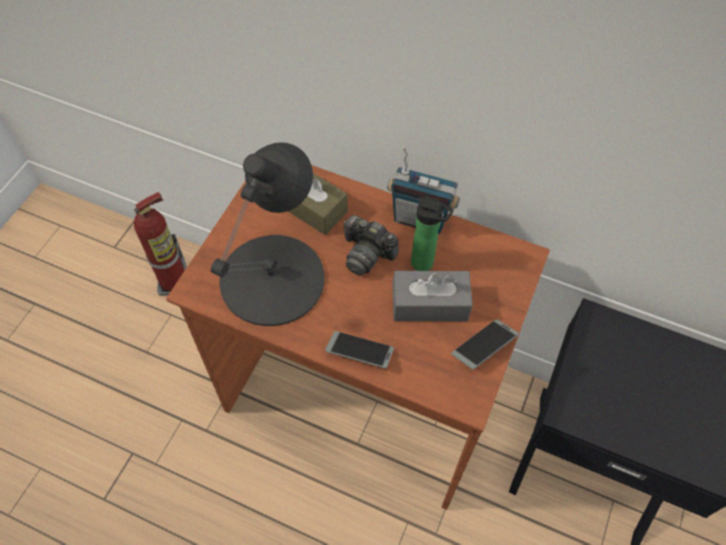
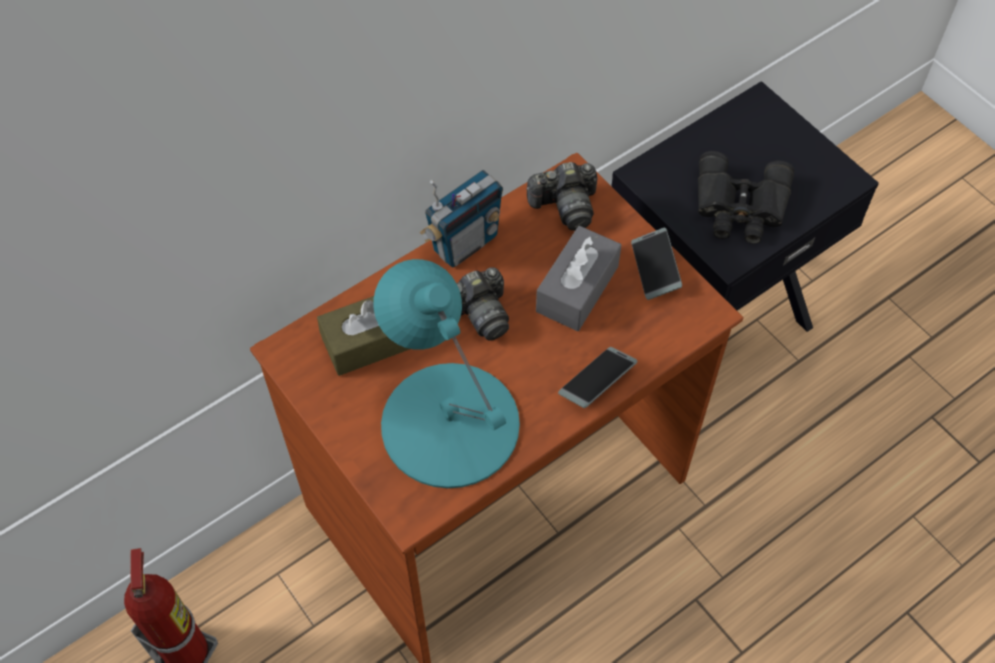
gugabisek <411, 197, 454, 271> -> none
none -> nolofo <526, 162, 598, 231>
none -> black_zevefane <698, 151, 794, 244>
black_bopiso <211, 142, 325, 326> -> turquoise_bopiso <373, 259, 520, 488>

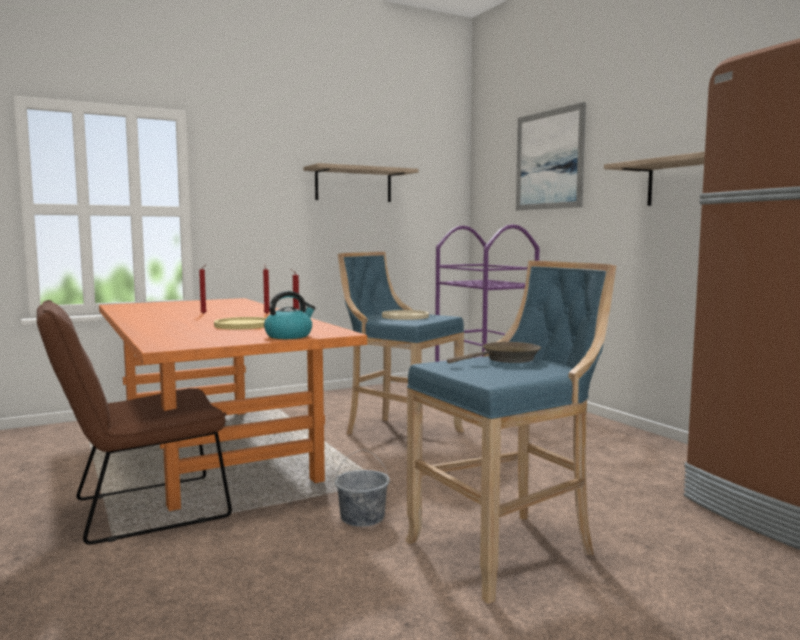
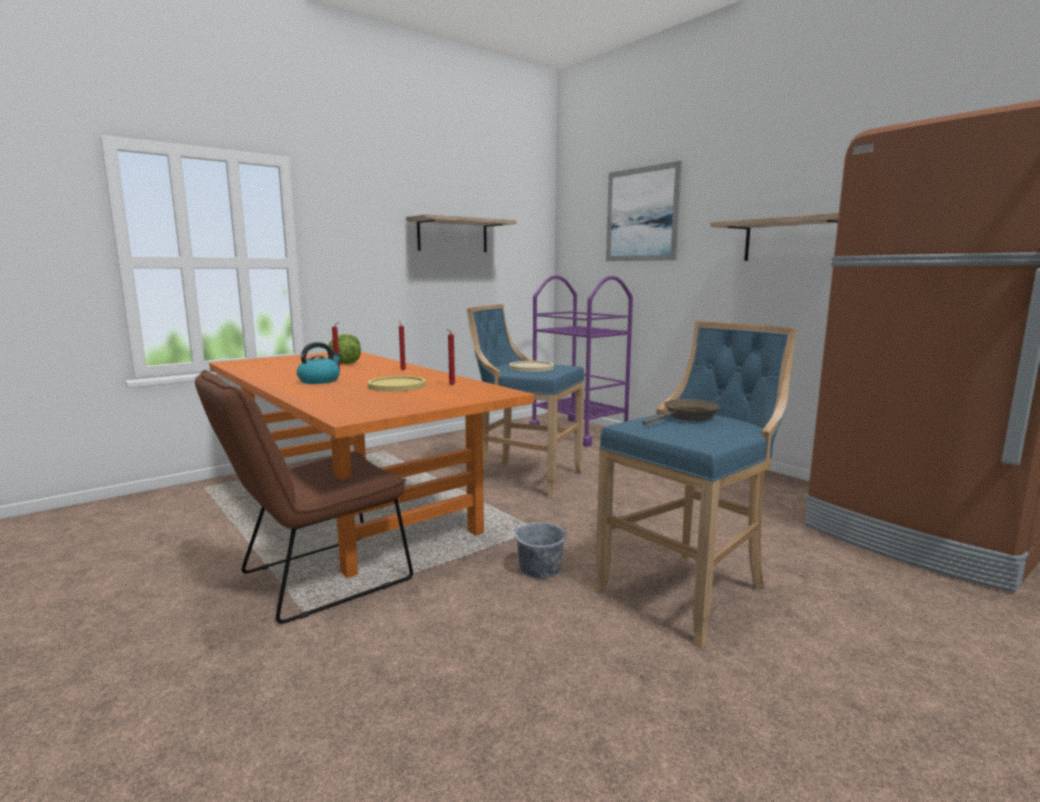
none -> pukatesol <328, 334, 361, 364>
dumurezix <264, 291, 316, 339> -> dumurezix <297, 342, 342, 384>, relocated

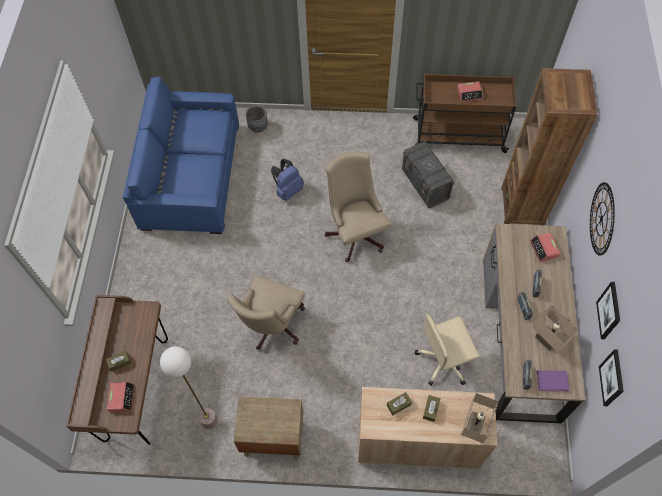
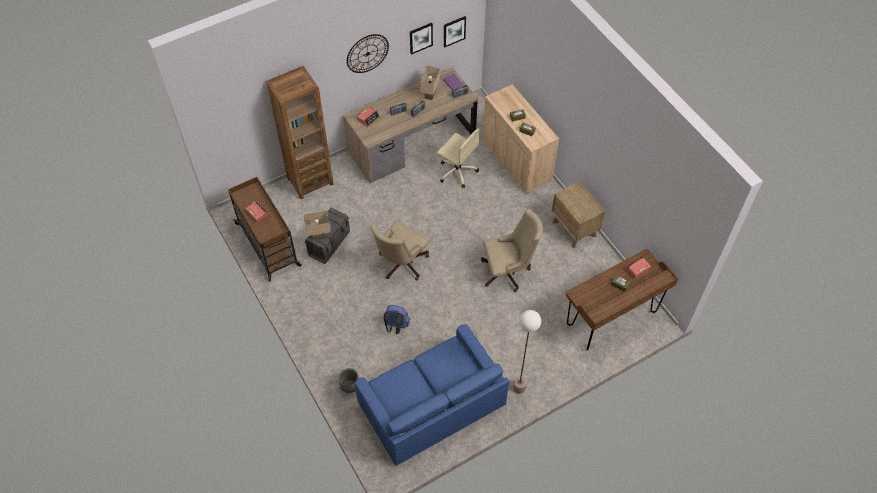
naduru <160, 346, 218, 429> -> naduru <513, 310, 541, 394>, relocated
beige_bopiso <461, 393, 498, 443> -> beige_bopiso <304, 211, 331, 241>, relocated

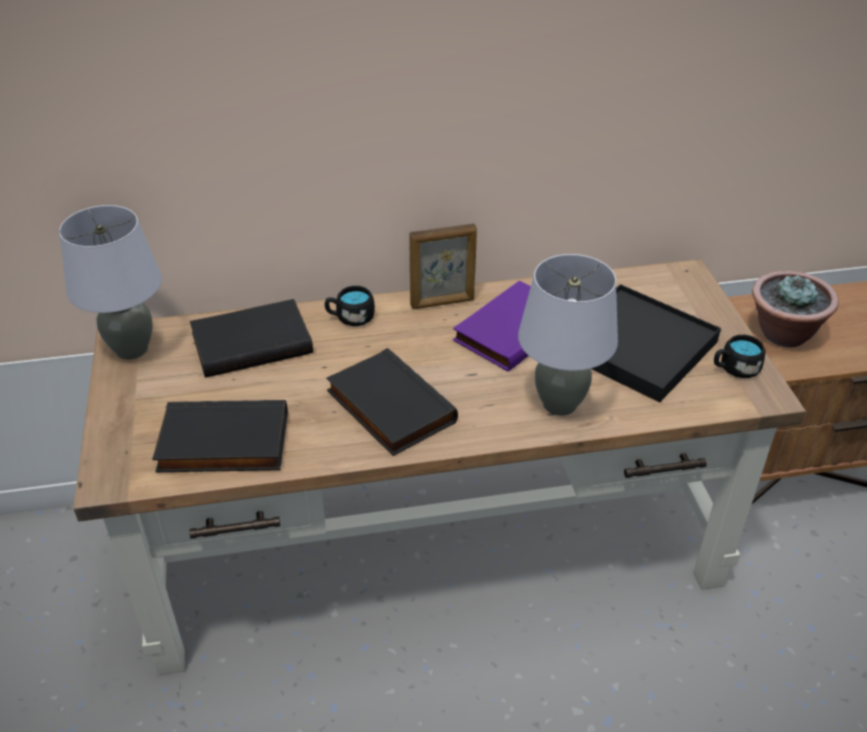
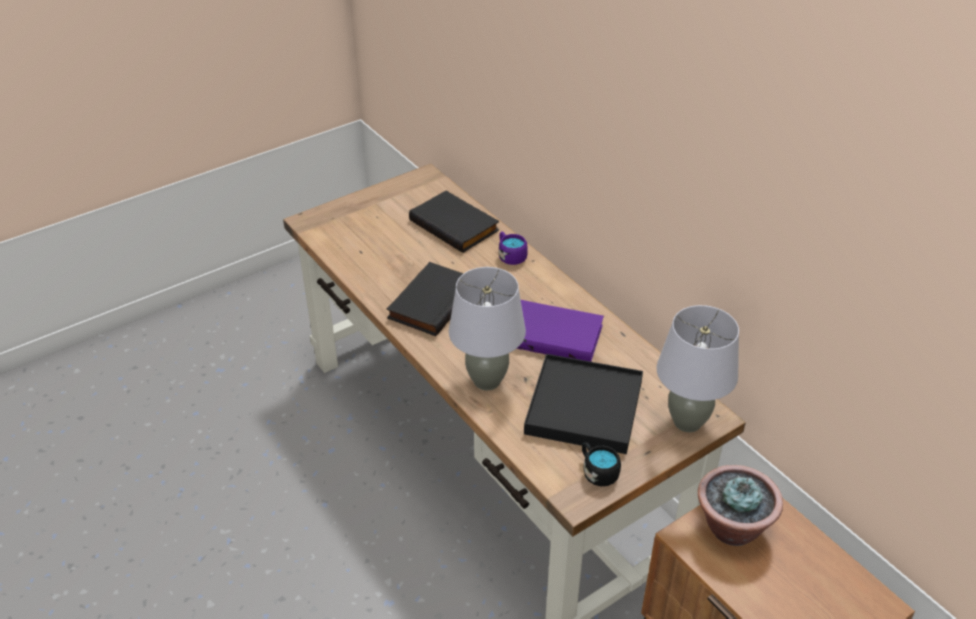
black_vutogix <152, 400, 288, 472> -> none
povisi <409, 223, 477, 309> -> none
grey_bopiso <59, 205, 162, 359> -> grey_bopiso <657, 305, 739, 432>, relocated
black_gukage <325, 286, 375, 326> -> purple_gukage <499, 232, 528, 265>

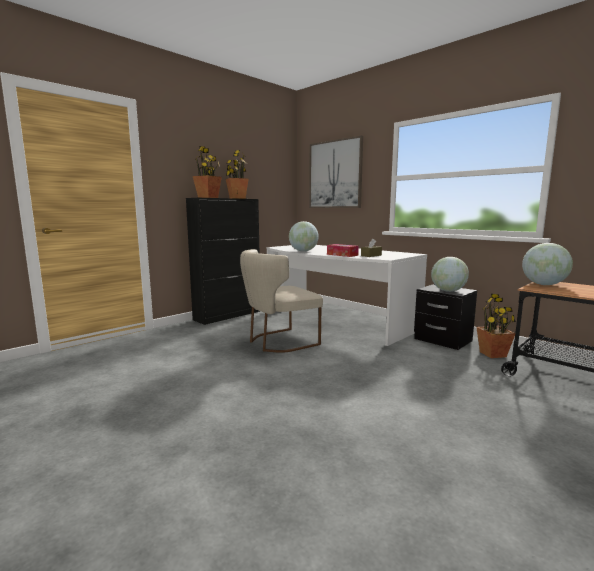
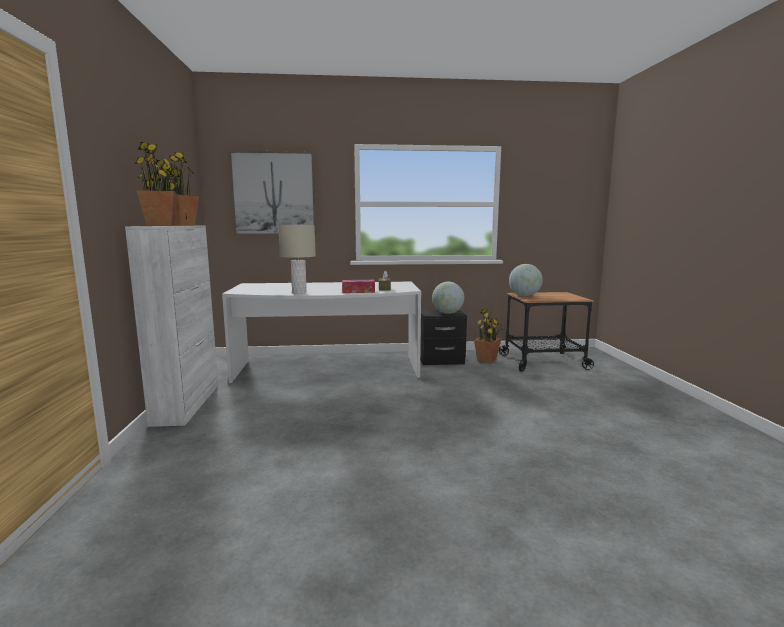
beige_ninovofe <240, 249, 323, 353> -> none
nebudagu <289, 221, 319, 252> -> beige_bopiso <278, 225, 316, 294>
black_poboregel <186, 198, 260, 325> -> white_poboregel <125, 226, 218, 427>

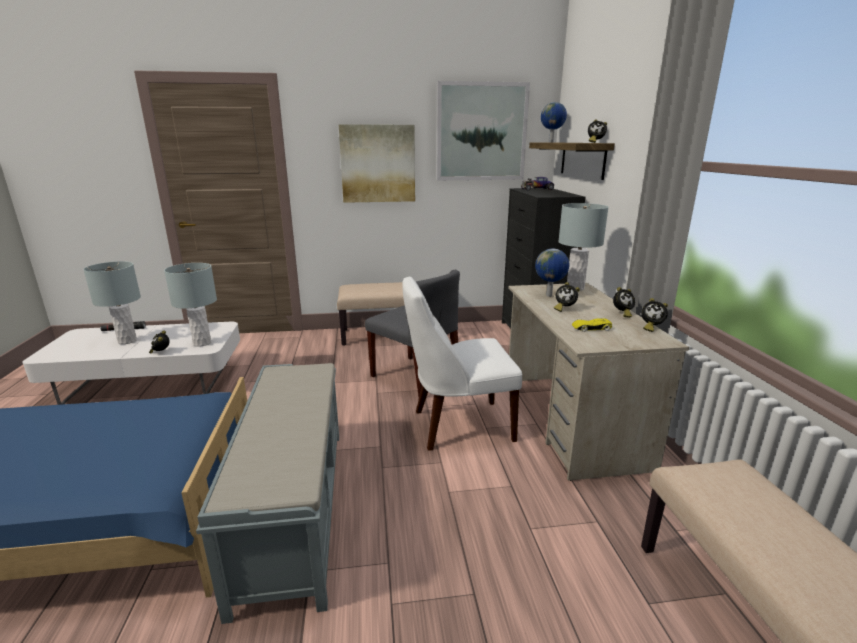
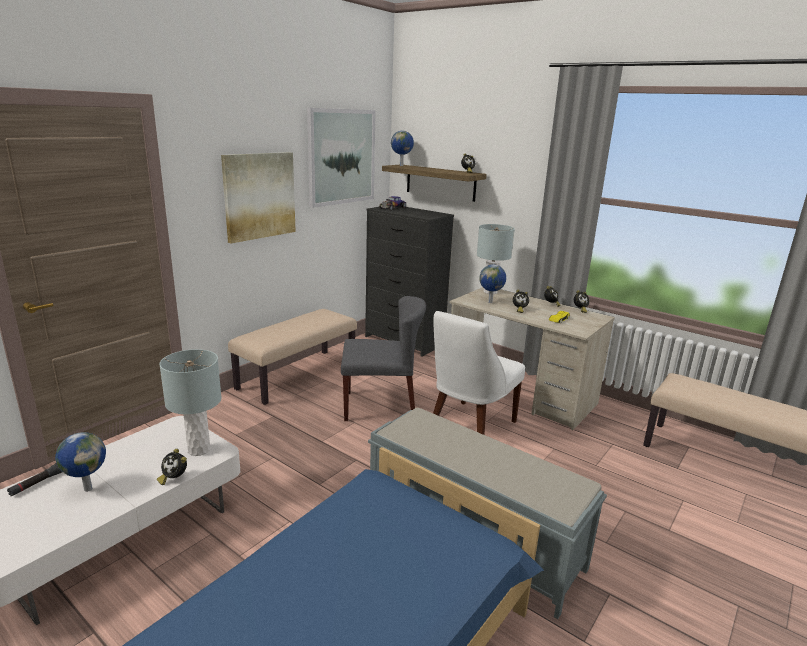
grey_bopiso <83, 261, 141, 344> -> nebudagu <55, 432, 106, 492>

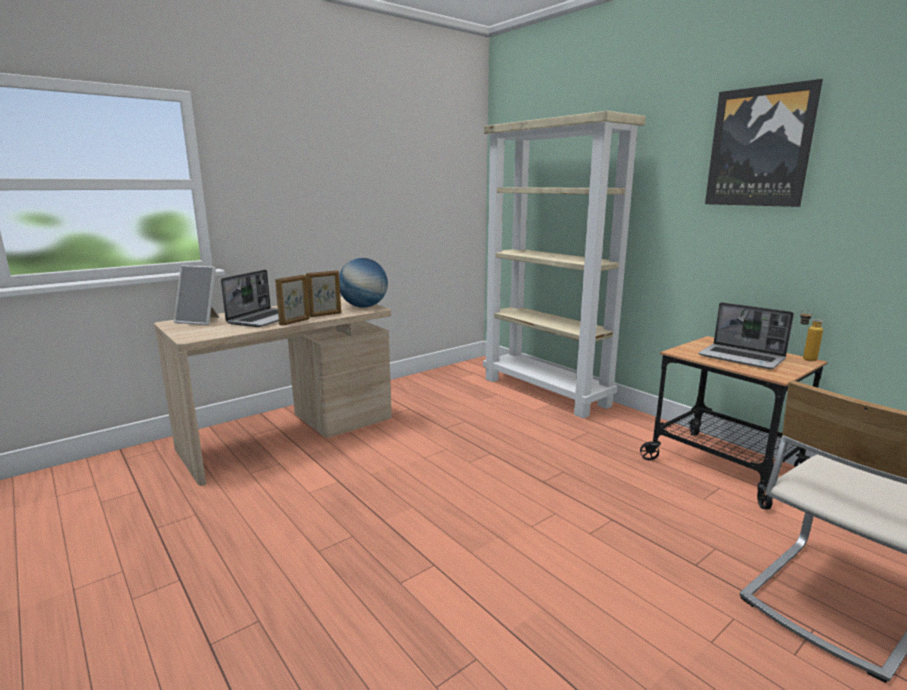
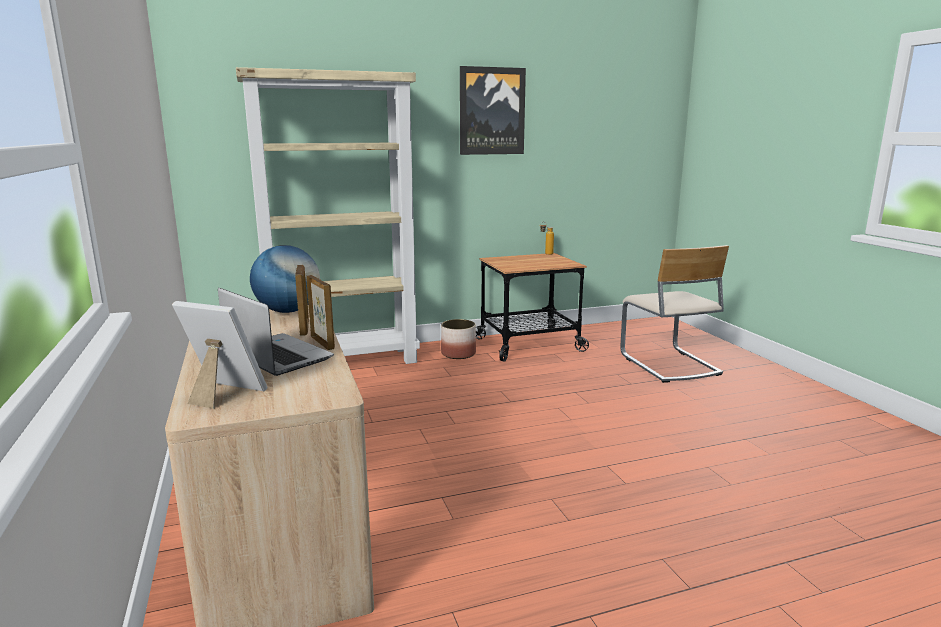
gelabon <698, 302, 794, 369> -> none
none -> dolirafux <441, 319, 476, 359>
povisi <174, 265, 219, 325> -> povisi <172, 301, 267, 409>, 105 degrees counterclockwise

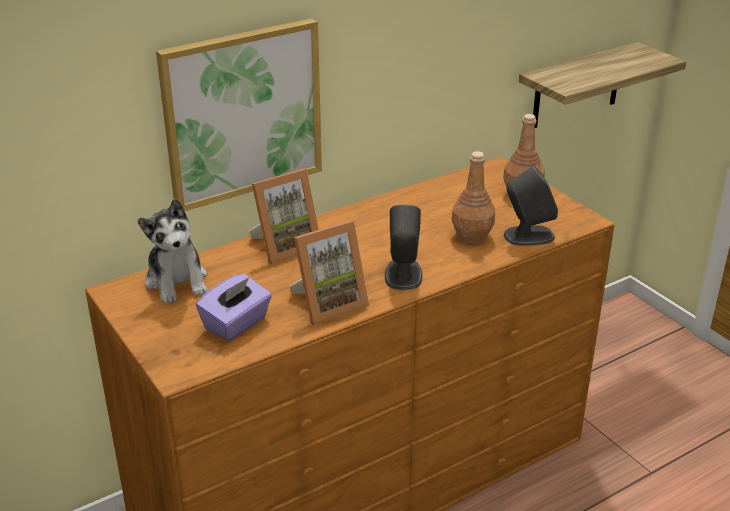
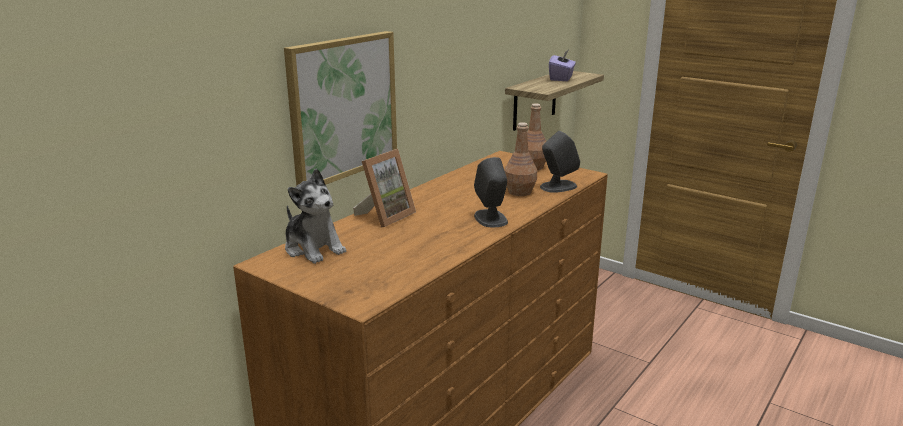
povisi <289, 220, 369, 325> -> none
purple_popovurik <196, 273, 272, 341> -> purple_popovurik <549, 50, 576, 81>, relocated

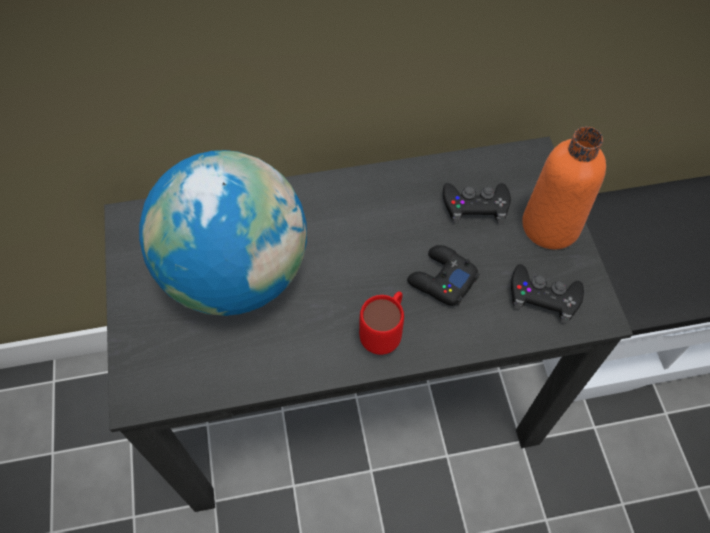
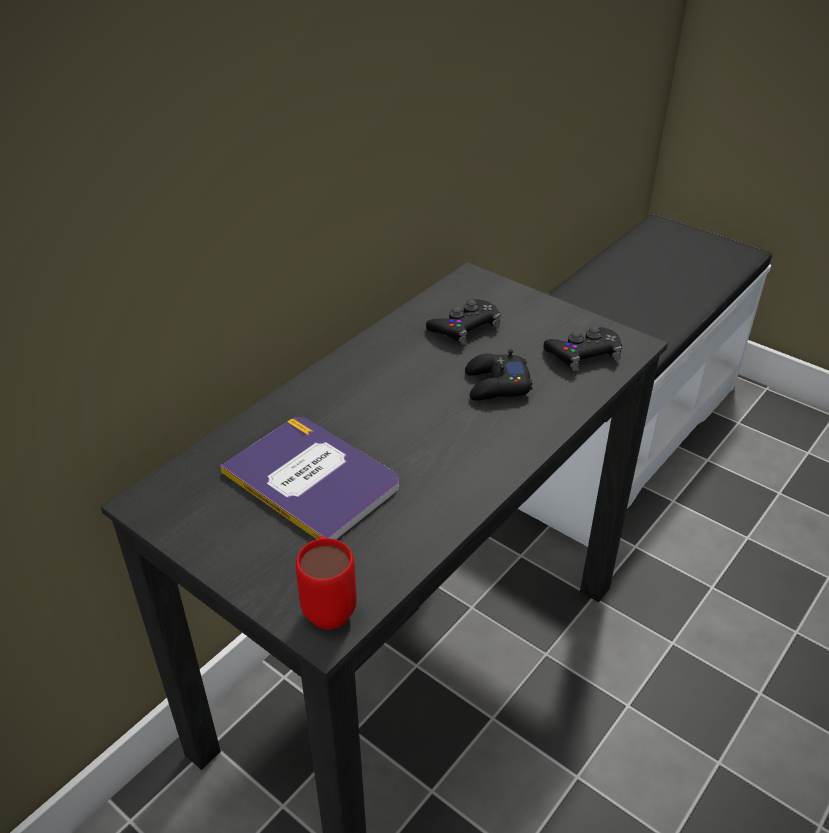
orange_gugabisek <522, 127, 606, 249> -> none
red_gukage <359, 291, 404, 355> -> red_gukage <296, 536, 357, 630>, relocated
nebudagu <139, 150, 307, 316> -> vutogix <221, 417, 399, 540>

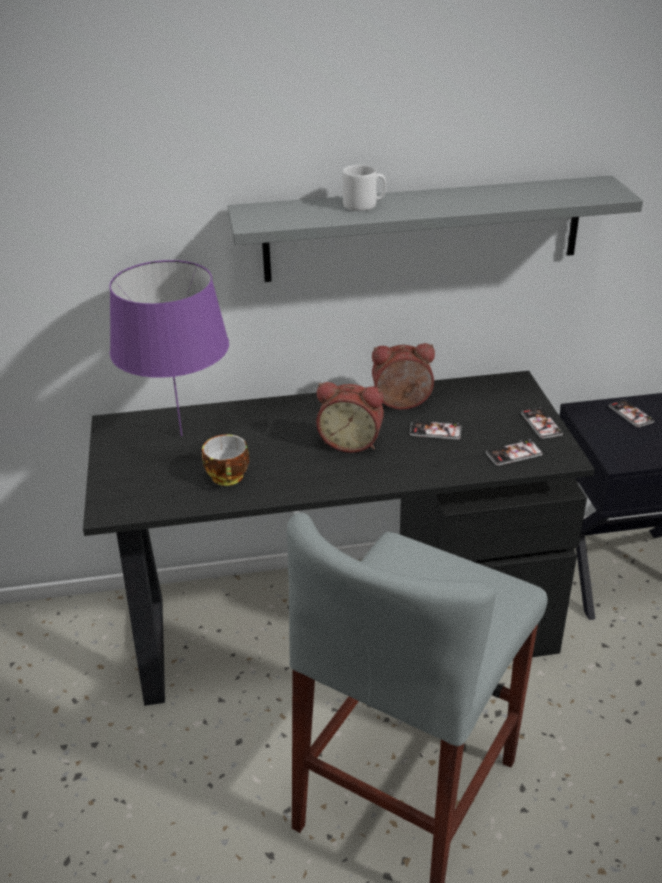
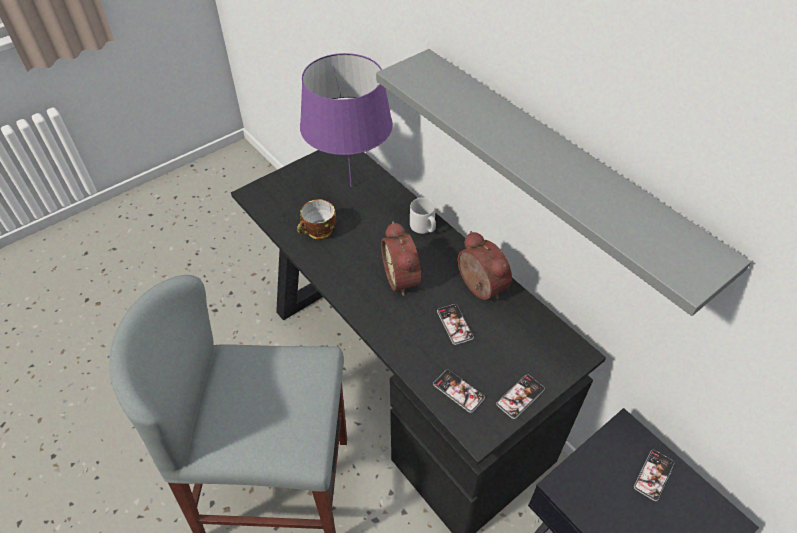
grey_gukage <343, 165, 386, 211> -> grey_gukage <410, 198, 436, 234>, relocated

